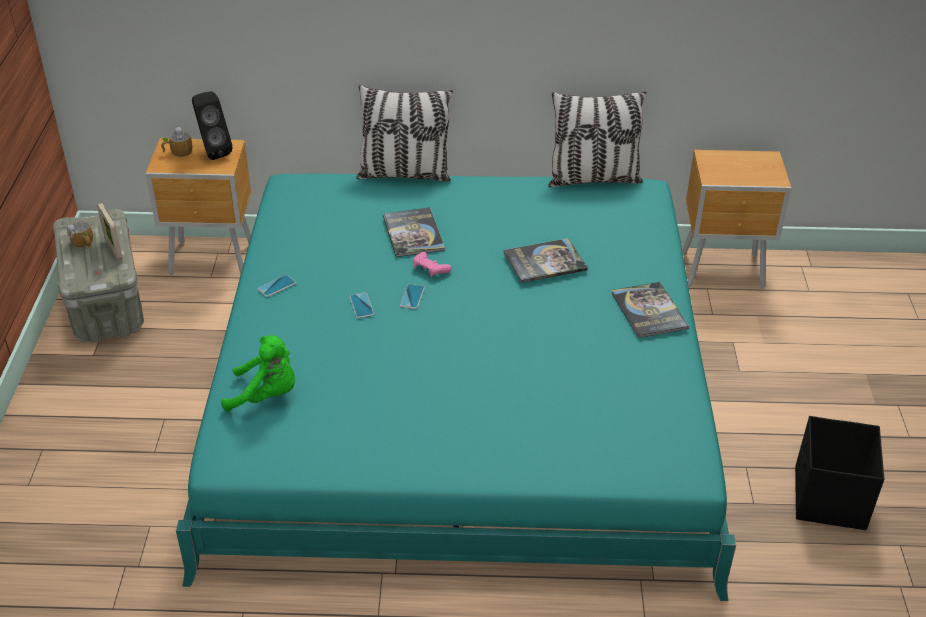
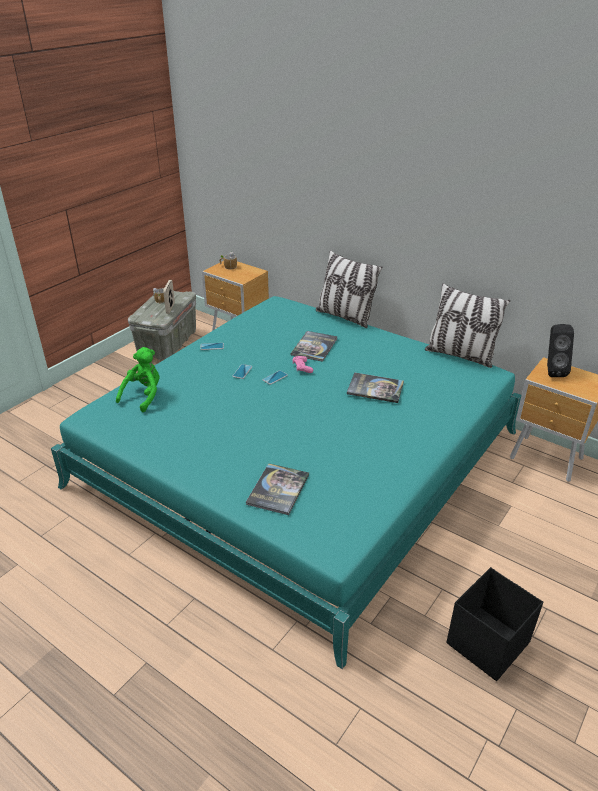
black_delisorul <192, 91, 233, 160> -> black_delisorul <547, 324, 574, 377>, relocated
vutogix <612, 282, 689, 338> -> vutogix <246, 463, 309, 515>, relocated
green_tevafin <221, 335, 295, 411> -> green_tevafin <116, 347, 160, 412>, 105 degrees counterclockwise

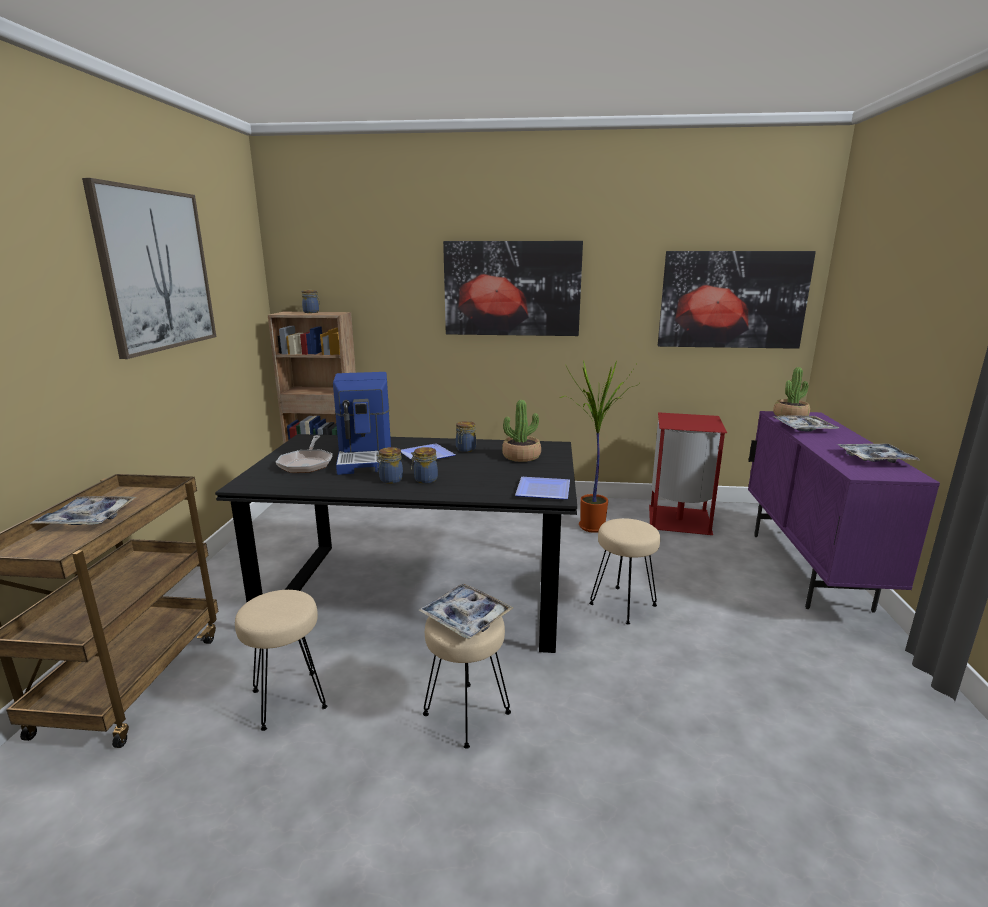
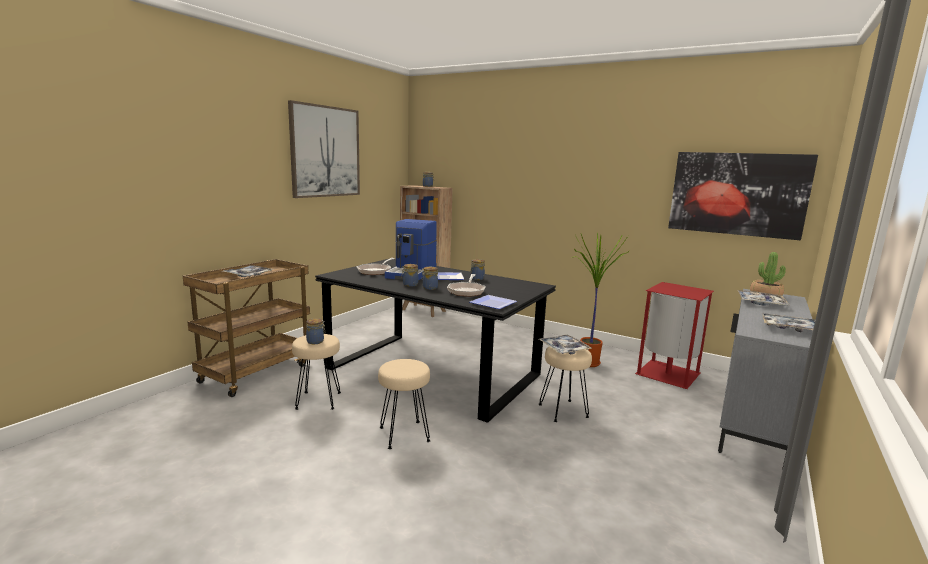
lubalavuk <443, 241, 583, 336> -> none
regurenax <502, 400, 541, 462> -> none
none -> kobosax <306, 318, 326, 344>
none -> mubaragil <447, 274, 486, 297>
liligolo <418, 584, 513, 638> -> liligolo <539, 335, 592, 355>, relocated
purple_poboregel <748, 411, 940, 613> -> grey_poboregel <718, 289, 813, 469>

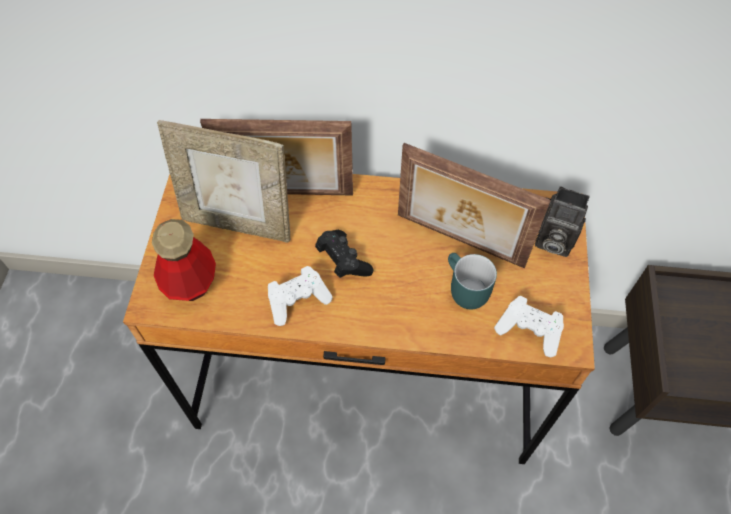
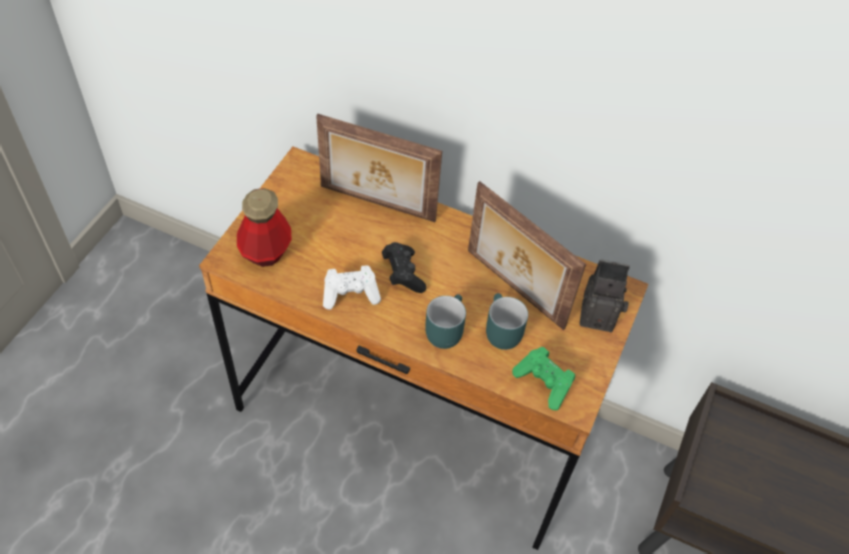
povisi <157, 120, 290, 243> -> none
none -> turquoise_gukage <425, 294, 466, 349>
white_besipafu <494, 296, 564, 357> -> green_besipafu <512, 347, 575, 410>
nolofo <535, 186, 590, 257> -> nolofo <580, 259, 630, 332>, 150 degrees clockwise

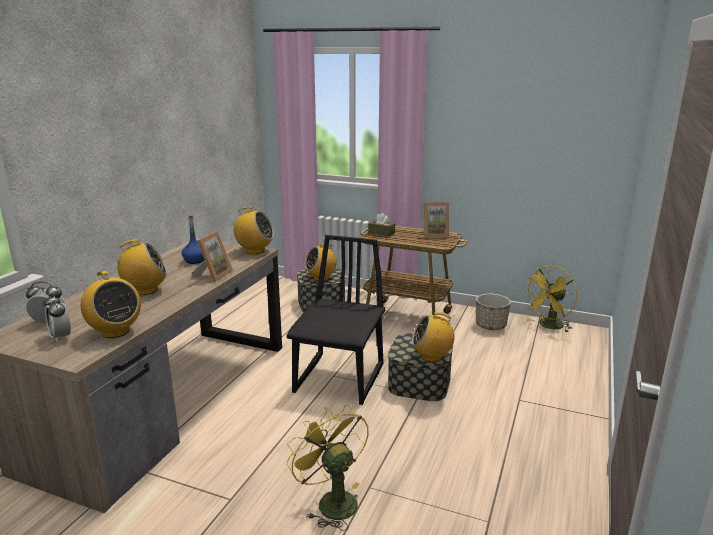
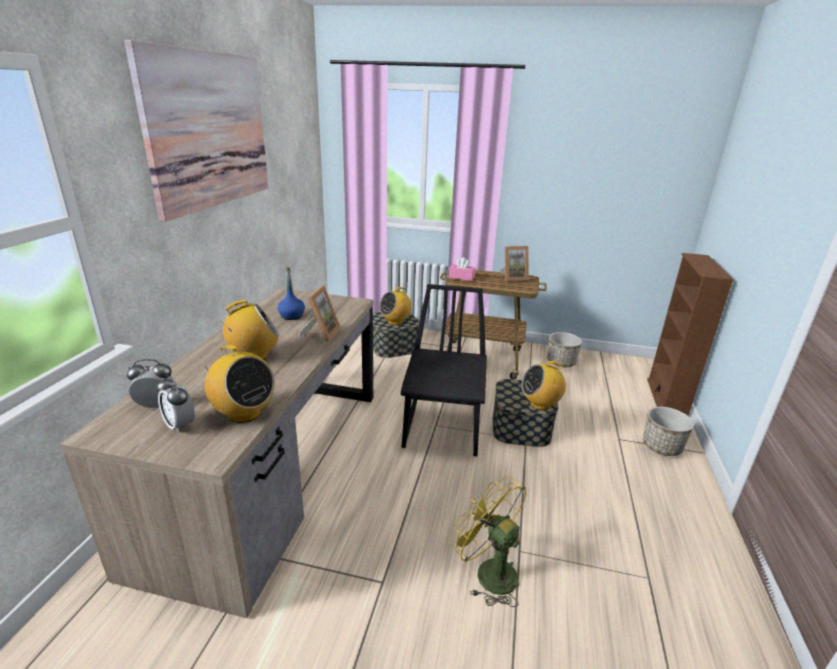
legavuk <231, 207, 274, 254> -> none
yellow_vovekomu <527, 266, 577, 333> -> none
none -> lubalavuk <124, 40, 268, 222>
none -> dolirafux <643, 407, 694, 456>
none -> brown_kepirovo <647, 253, 734, 416>
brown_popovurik <368, 213, 395, 237> -> pink_popovurik <449, 257, 476, 281>

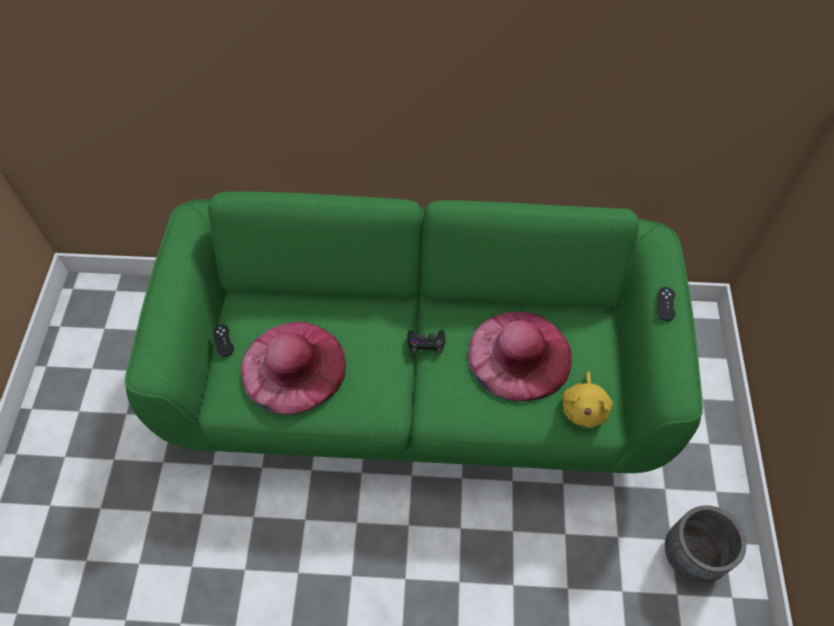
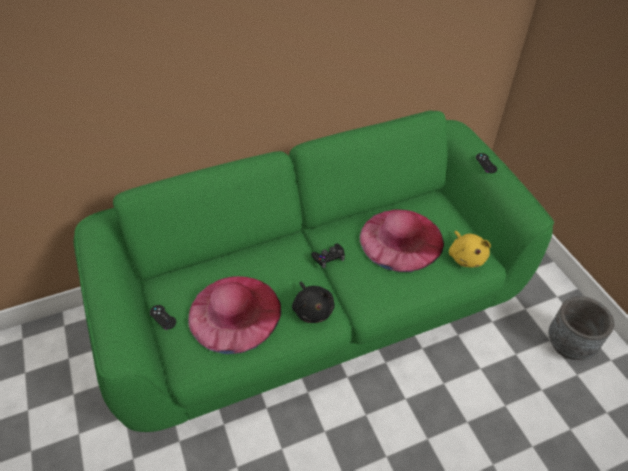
none -> black_tevafin <292, 281, 334, 323>

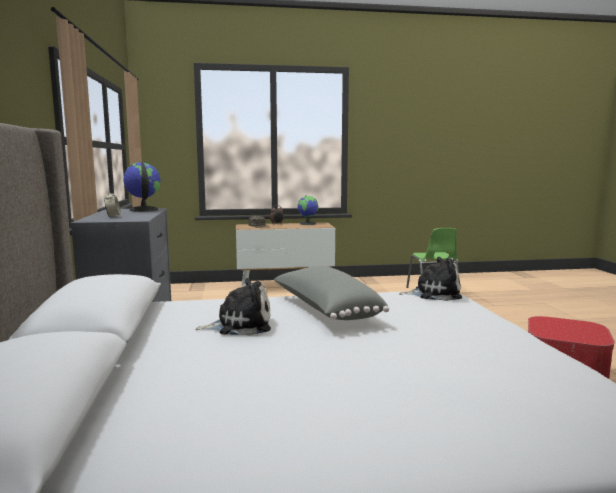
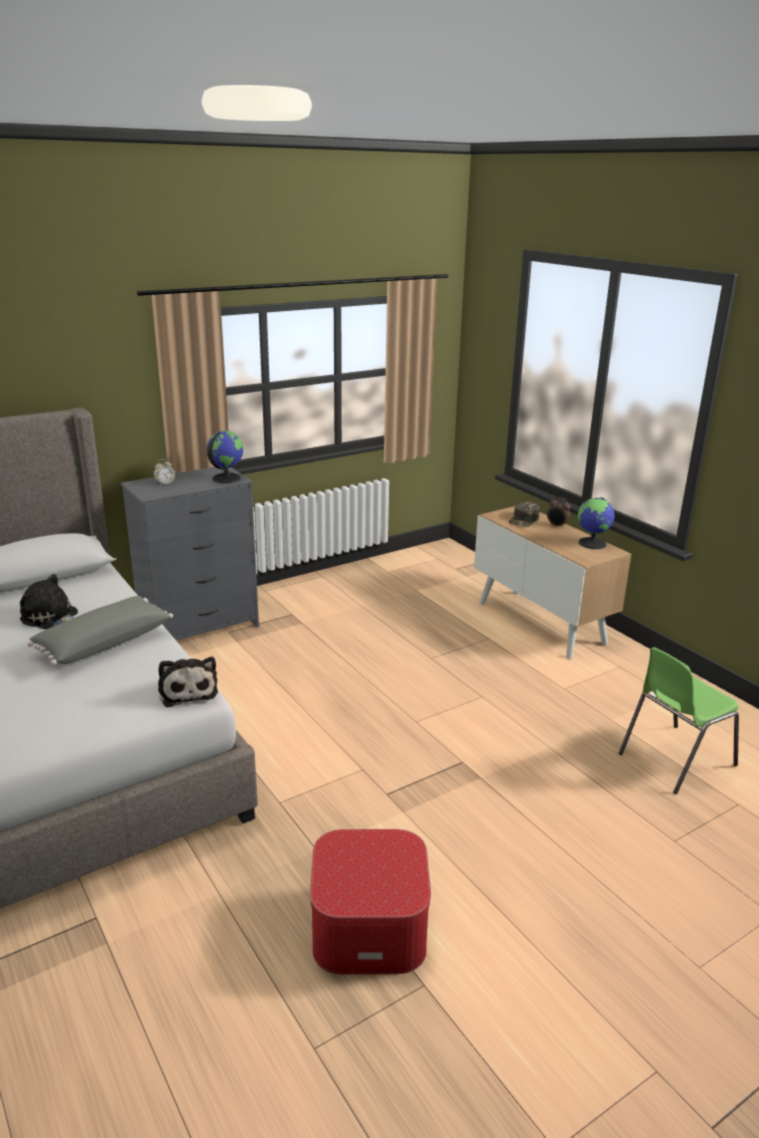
tevafin <195, 278, 271, 336> -> tevafin <20, 574, 78, 629>, 150 degrees clockwise

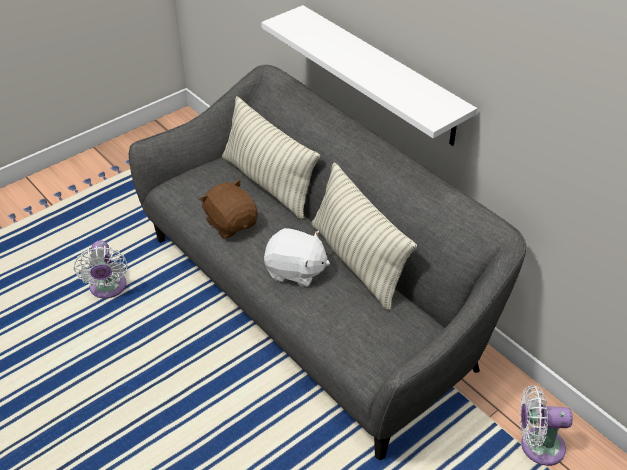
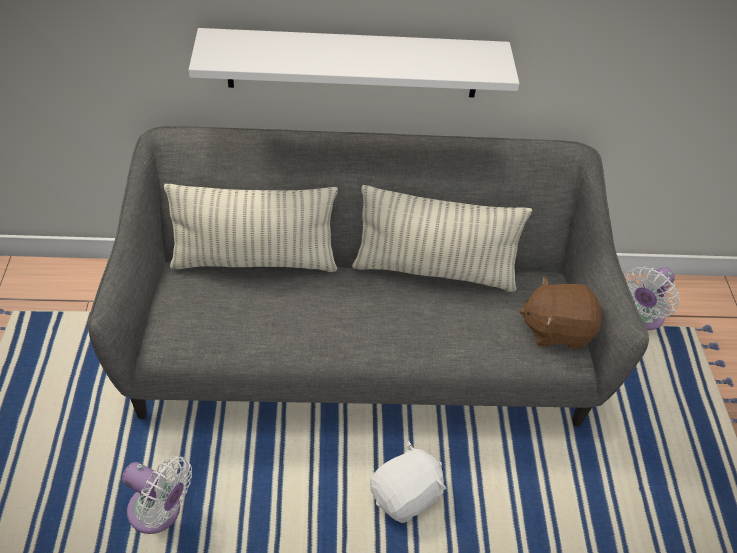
brown_tevafin <199, 180, 258, 238> -> brown_tevafin <519, 277, 602, 349>, relocated
white_tevafin <264, 228, 330, 287> -> white_tevafin <370, 441, 446, 523>, relocated

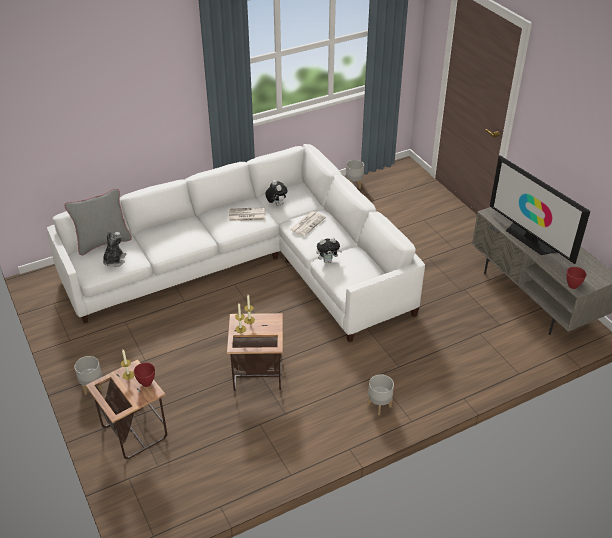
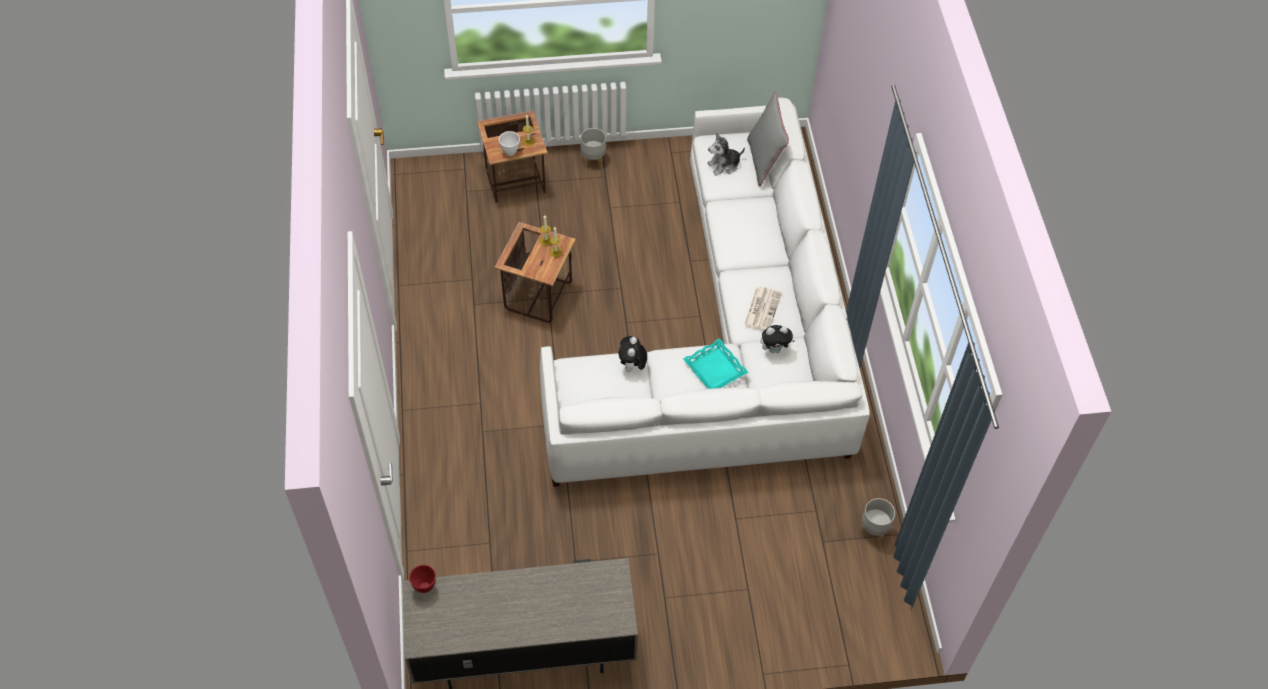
grey_dolirafux <367, 374, 394, 415> -> none
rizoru <490, 155, 590, 264> -> none
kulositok <290, 211, 326, 236> -> turquoise_liligolo <683, 338, 749, 389>
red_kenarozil <134, 363, 155, 387> -> white_kenarozil <499, 131, 520, 156>
tevafin <103, 231, 127, 267> -> tevafin <707, 133, 745, 176>, 120 degrees clockwise

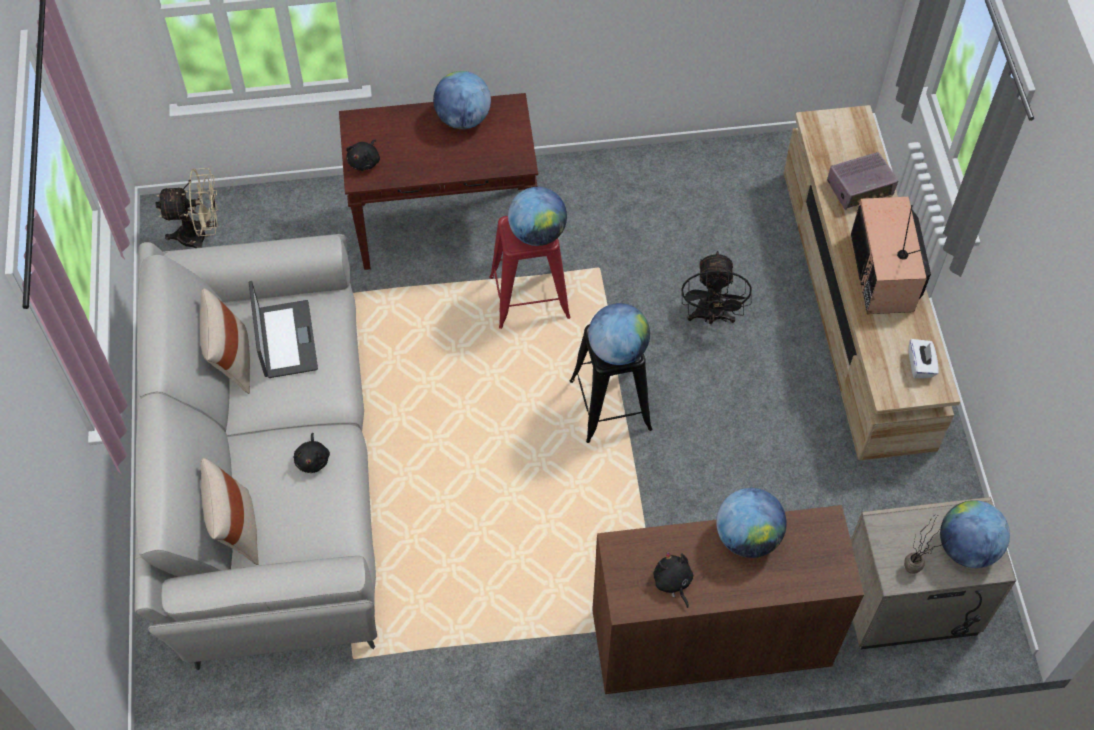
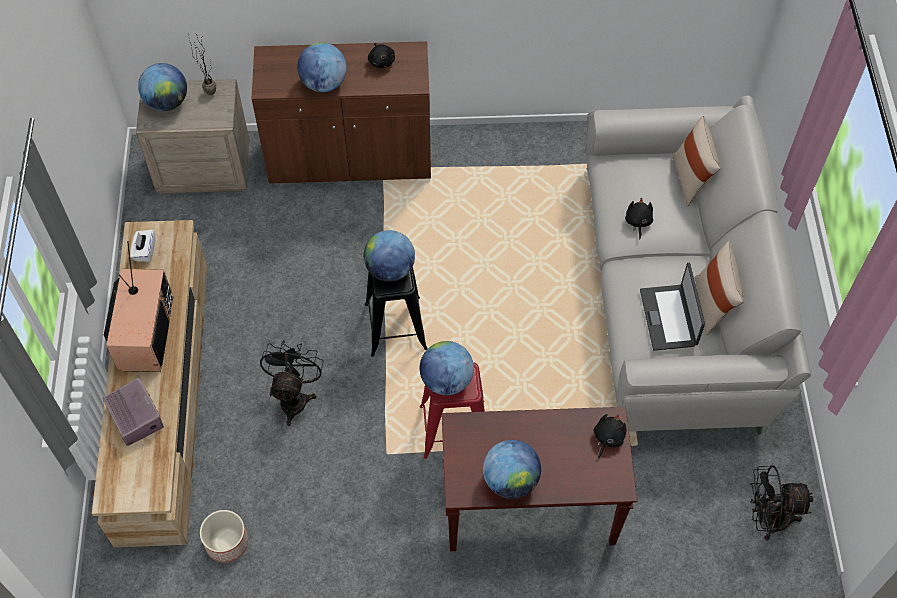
none -> dolirafux <200, 510, 248, 562>
beige_vovekomu <156, 168, 219, 248> -> black_vovekomu <750, 466, 813, 540>
legavuk <827, 152, 898, 210> -> legavuk <103, 378, 164, 446>, 75 degrees clockwise

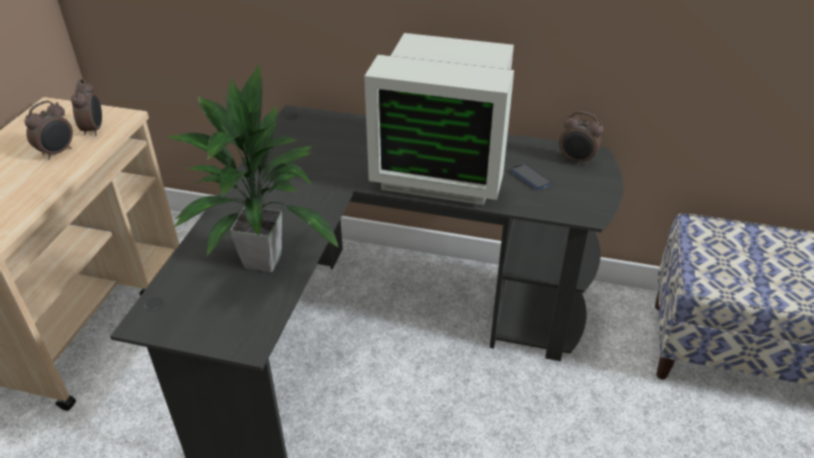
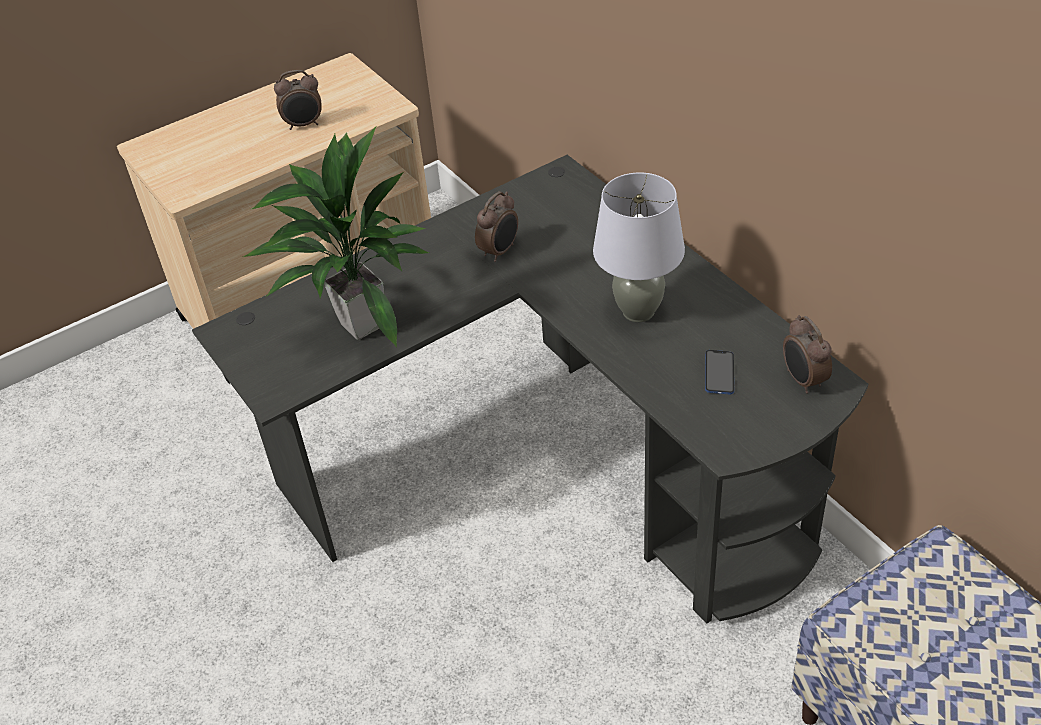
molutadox <71, 79, 102, 136> -> molutadox <475, 191, 518, 262>, relocated
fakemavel <364, 33, 514, 205> -> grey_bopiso <593, 172, 685, 322>

